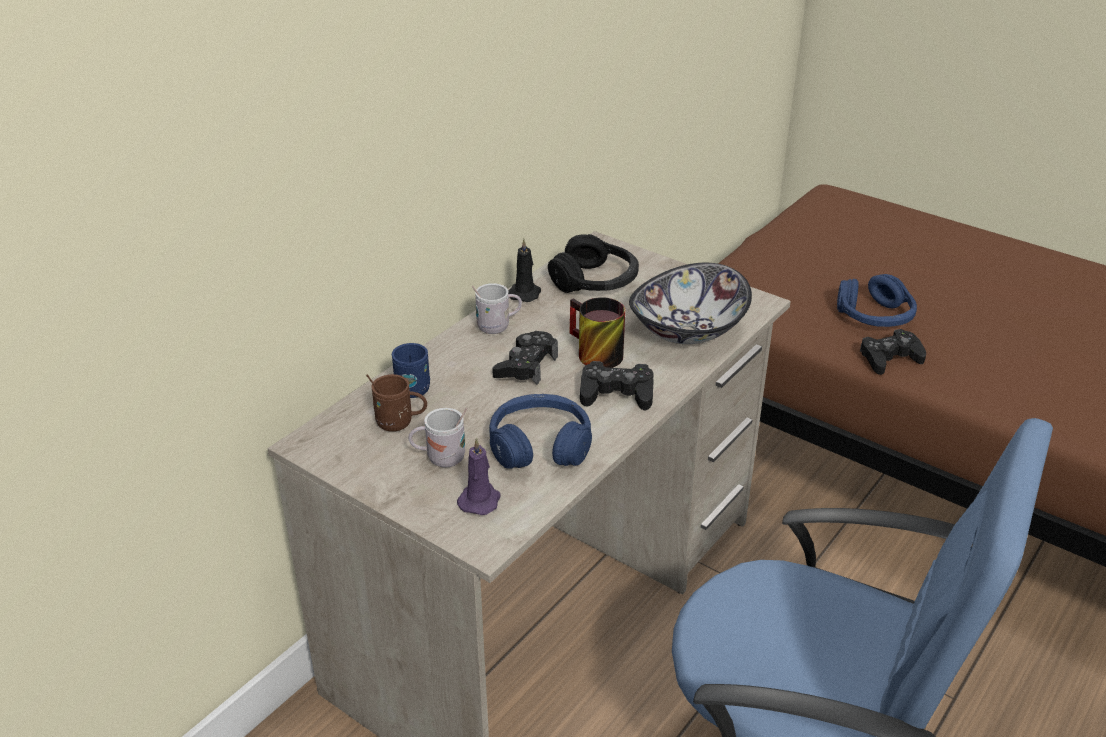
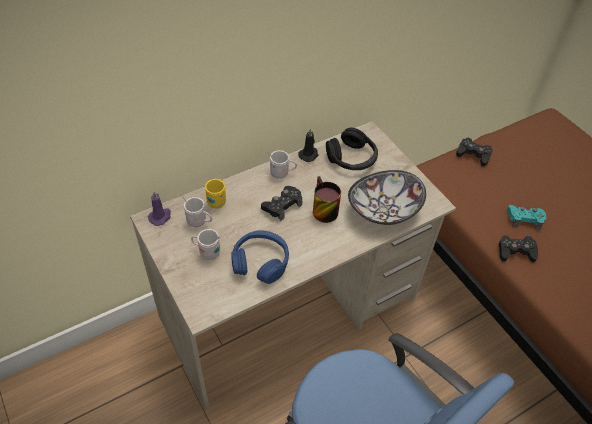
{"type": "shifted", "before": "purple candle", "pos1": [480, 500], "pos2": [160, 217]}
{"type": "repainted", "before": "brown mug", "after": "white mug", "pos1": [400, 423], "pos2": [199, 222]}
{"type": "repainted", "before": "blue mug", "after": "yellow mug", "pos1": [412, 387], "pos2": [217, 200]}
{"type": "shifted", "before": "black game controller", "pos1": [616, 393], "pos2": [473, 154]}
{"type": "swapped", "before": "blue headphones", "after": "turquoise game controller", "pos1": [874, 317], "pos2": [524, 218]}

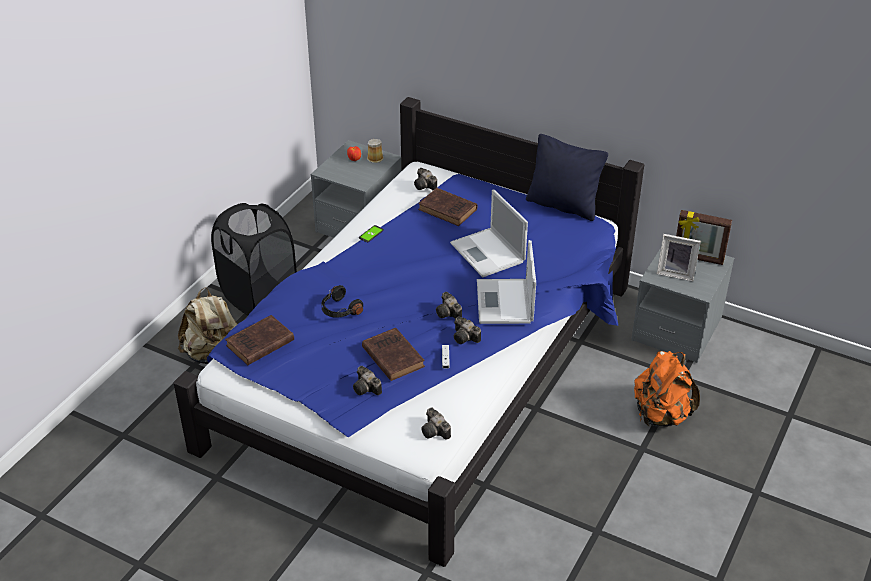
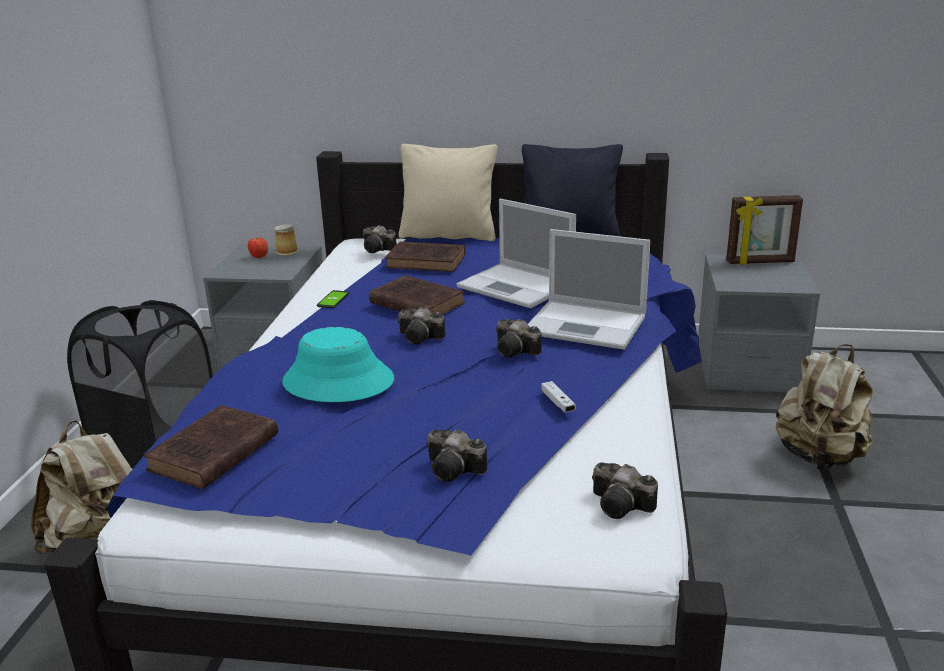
{"type": "swapped", "before": "black headphones", "after": "turquoise hat", "pos1": [339, 310], "pos2": [337, 381]}
{"type": "shifted", "before": "brown book", "pos1": [392, 356], "pos2": [415, 303]}
{"type": "shifted", "before": "photo camera", "pos1": [466, 338], "pos2": [422, 338]}
{"type": "new", "after": "beige pillow", "pos2": [449, 235]}
{"type": "rotated", "before": "laptop", "pos1": [505, 303], "pos2": [587, 325], "turn": -45}
{"type": "repainted", "before": "orange backpack", "after": "beige backpack", "pos1": [661, 415], "pos2": [819, 457]}
{"type": "gone", "before": "picture frame", "pos1": [675, 273]}

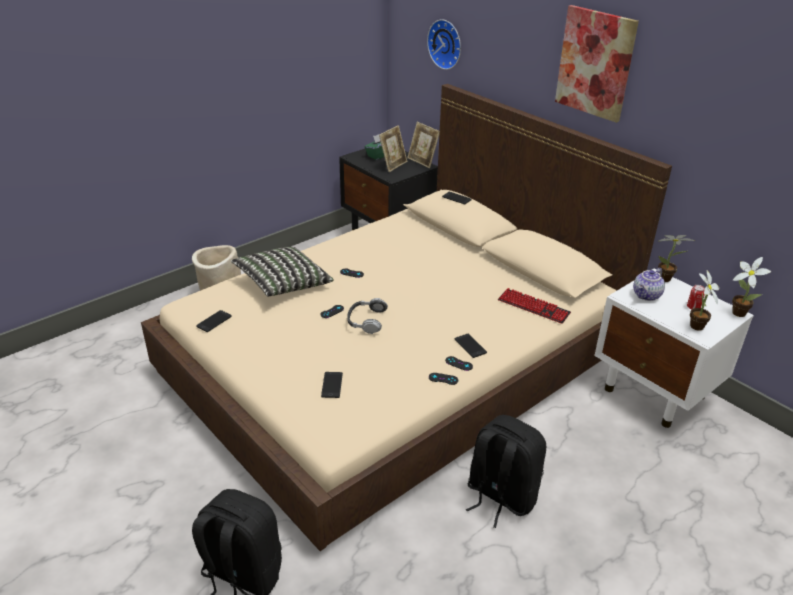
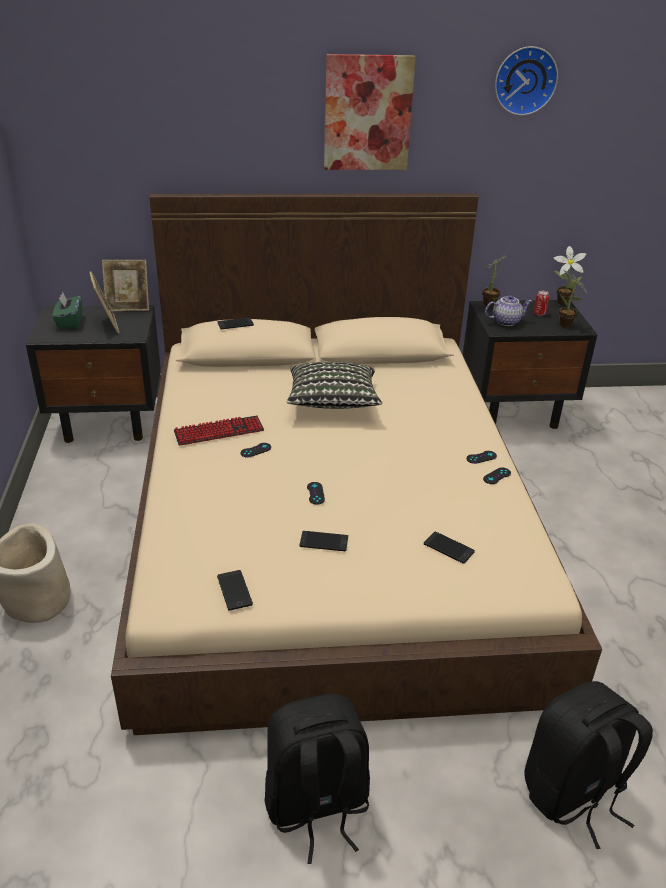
{"type": "shifted", "before": "keyboard", "pos1": [533, 307], "pos2": [219, 432]}
{"type": "shifted", "before": "black backpack", "pos1": [500, 496], "pos2": [316, 806]}
{"type": "shifted", "before": "pillow", "pos1": [283, 284], "pos2": [332, 402]}
{"type": "shifted", "before": "phone", "pos1": [470, 346], "pos2": [324, 541]}
{"type": "repainted", "before": "white nightstand", "after": "black nightstand", "pos1": [655, 393], "pos2": [515, 411]}
{"type": "rotated", "before": "teapot", "pos1": [647, 296], "pos2": [506, 321], "turn": -90}
{"type": "shifted", "before": "wall clock", "pos1": [446, 44], "pos2": [524, 80]}
{"type": "gone", "before": "headphones", "pos1": [366, 320]}

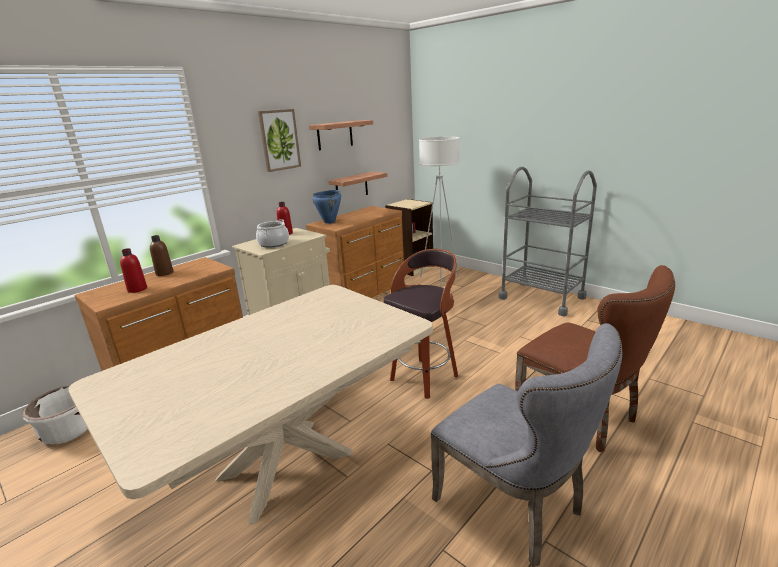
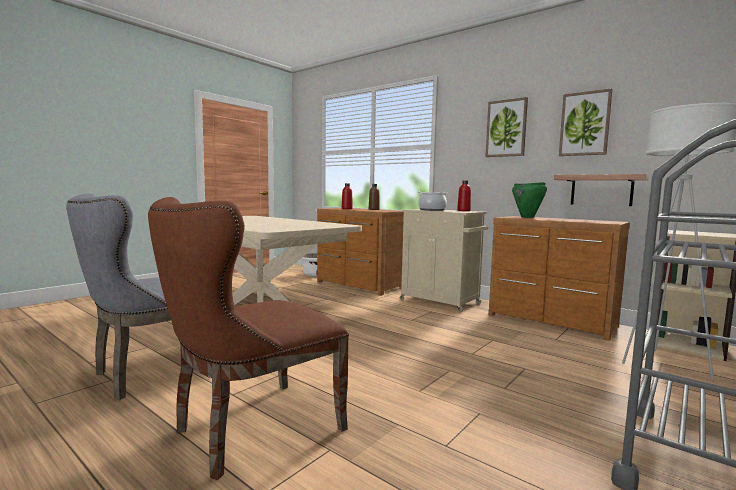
{"type": "repainted", "before": "blue cooking pot", "after": "green cooking pot", "pos1": [329, 222], "pos2": [527, 217]}
{"type": "swapped", "before": "shelf", "after": "picture", "pos1": [335, 135], "pos2": [584, 124]}
{"type": "gone", "before": "stool", "pos1": [425, 377]}

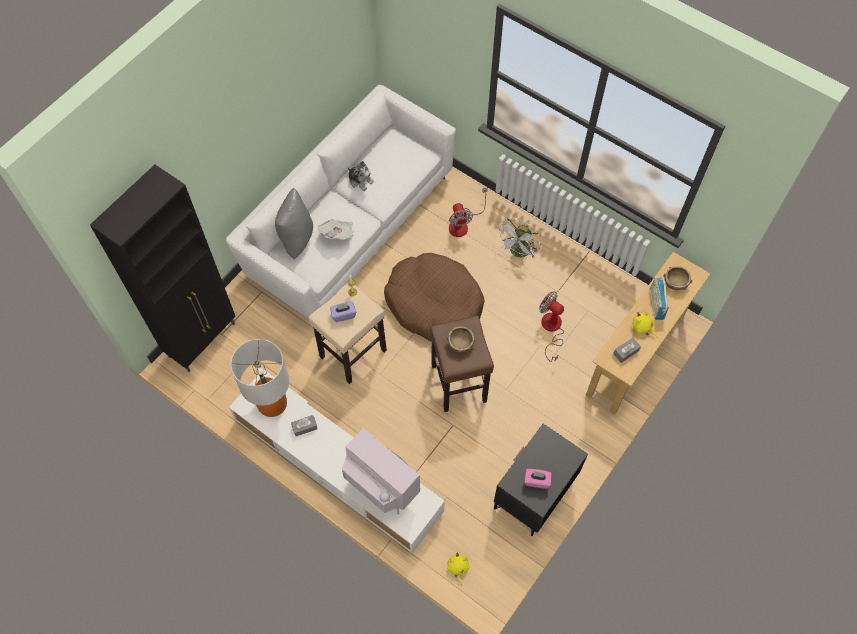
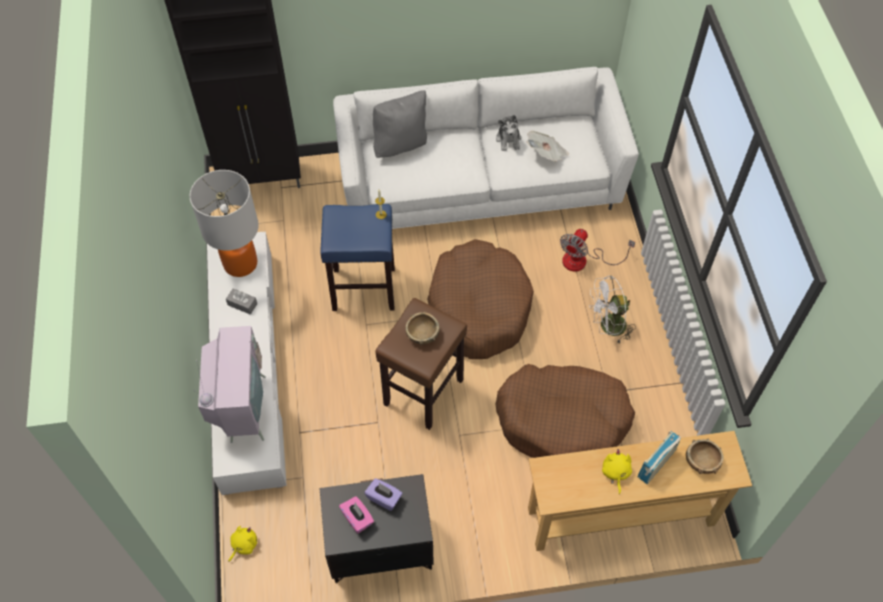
{"type": "repainted", "before": "beige stool", "after": "blue stool", "pos1": [352, 354], "pos2": [363, 289]}
{"type": "shifted", "before": "purple tissue box", "pos1": [343, 315], "pos2": [384, 498]}
{"type": "swapped", "before": "fan", "after": "brown dog bed", "pos1": [551, 329], "pos2": [562, 420]}
{"type": "shifted", "before": "newspaper", "pos1": [338, 234], "pos2": [546, 154]}
{"type": "gone", "before": "grey tissue box", "pos1": [626, 352]}

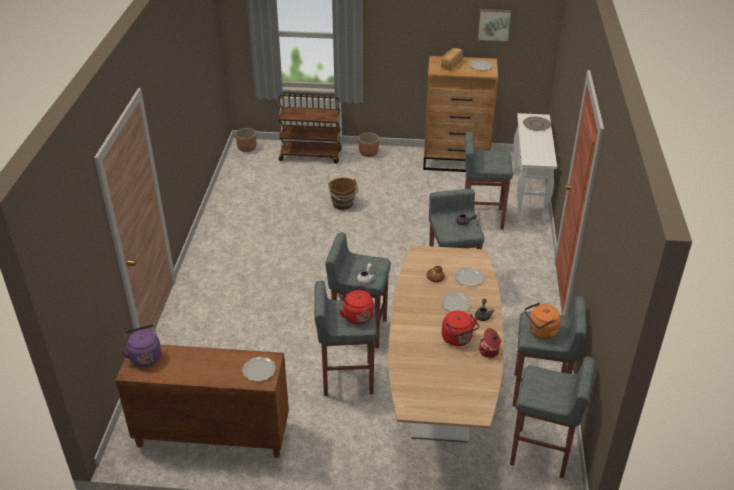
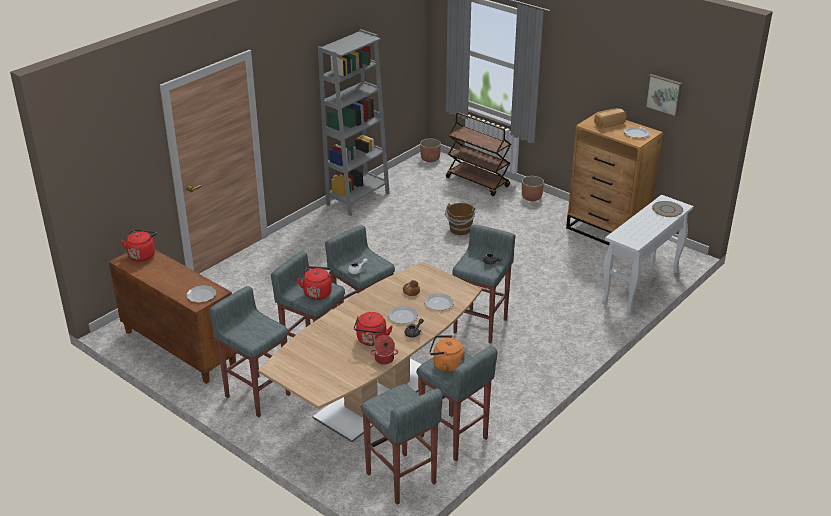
{"type": "repainted", "before": "purple kettle", "after": "red kettle", "pos1": [145, 356], "pos2": [142, 255]}
{"type": "shifted", "before": "grey stool", "pos1": [482, 217], "pos2": [257, 395]}
{"type": "new", "after": "grey bookcase", "pos2": [358, 199]}

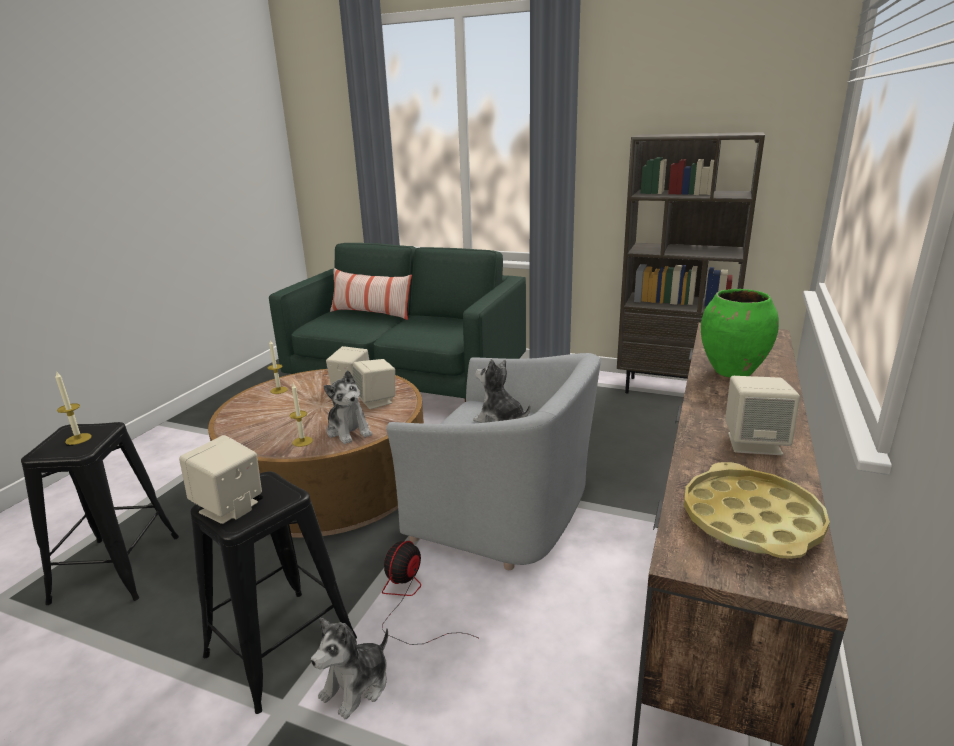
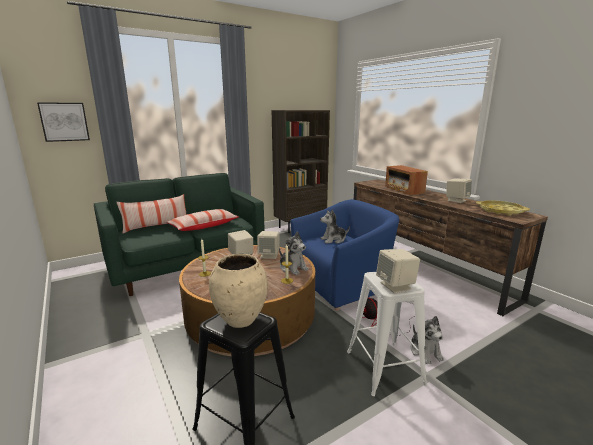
{"type": "new", "after": "picture", "pos2": [64, 122]}
{"type": "new", "after": "pillow", "pos2": [204, 226]}
{"type": "swapped", "before": "candle", "after": "beige vase", "pos1": [78, 439], "pos2": [240, 320]}
{"type": "rotated", "before": "plush toy", "pos1": [349, 431], "pos2": [293, 268], "turn": 45}
{"type": "repainted", "before": "grey armchair", "after": "blue armchair", "pos1": [504, 512], "pos2": [341, 284]}
{"type": "repainted", "before": "black stool", "after": "white stool", "pos1": [280, 647], "pos2": [385, 368]}
{"type": "swapped", "before": "green vase", "after": "radio", "pos1": [733, 372], "pos2": [404, 190]}

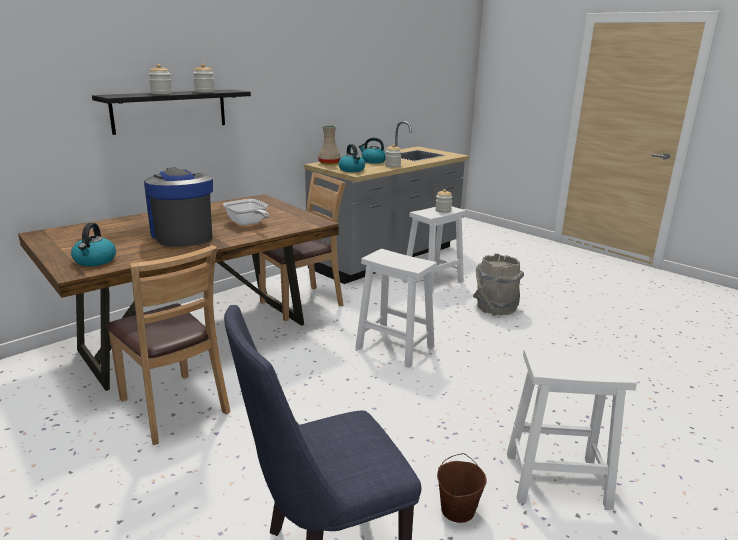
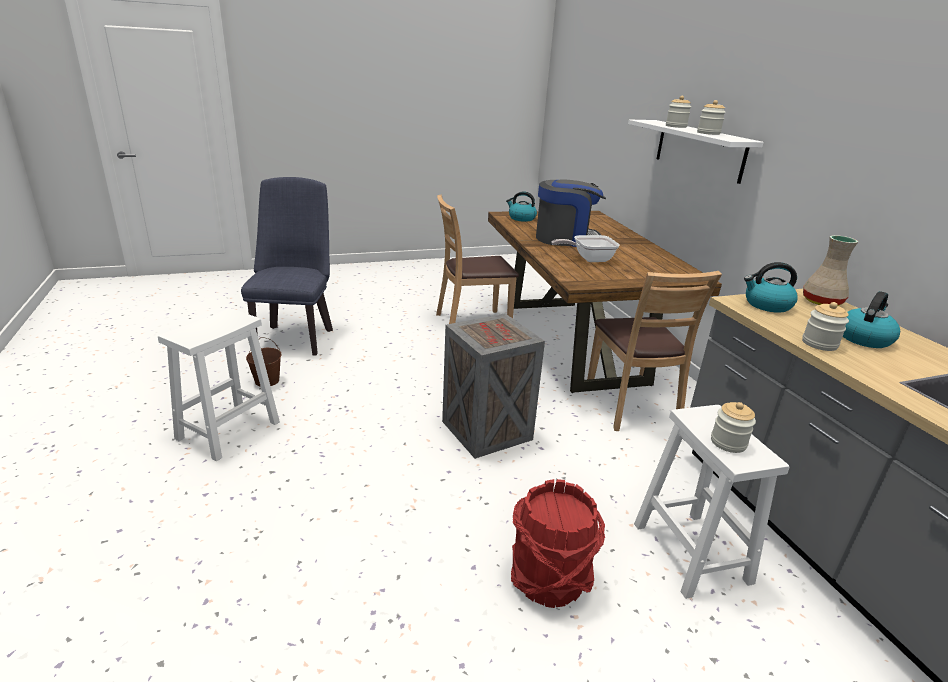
{"type": "swapped", "before": "white stool", "after": "crate", "pos1": [396, 348], "pos2": [486, 431]}
{"type": "repainted", "before": "grey bucket", "after": "red bucket", "pos1": [495, 308], "pos2": [549, 579]}
{"type": "repainted", "before": "black shelf", "after": "white shelf", "pos1": [170, 110], "pos2": [699, 150]}

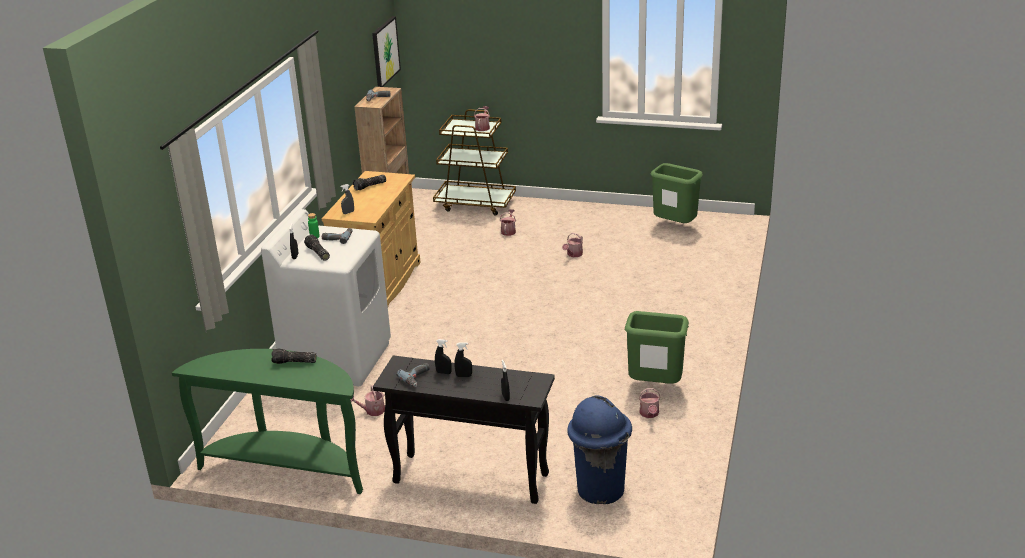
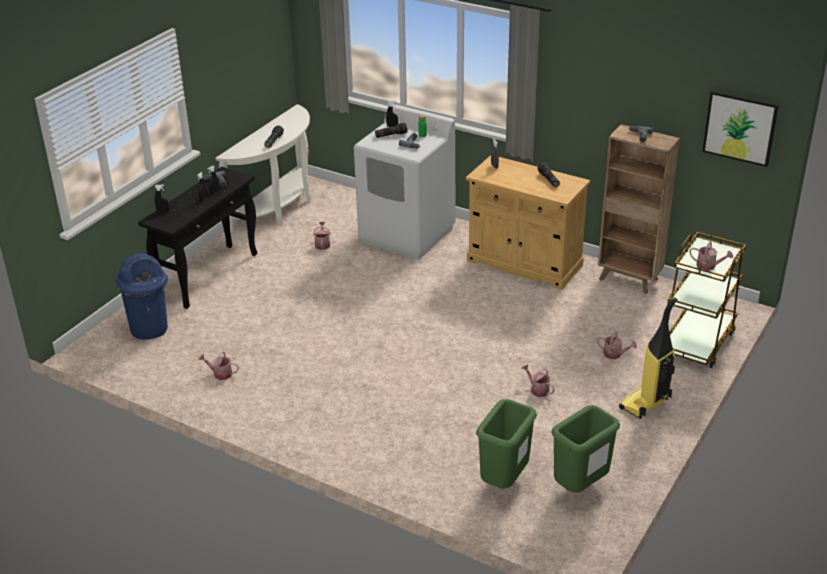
{"type": "repainted", "before": "green console table", "after": "white console table", "pos1": [288, 467], "pos2": [279, 208]}
{"type": "shifted", "before": "green trash can", "pos1": [654, 387], "pos2": [503, 481]}
{"type": "new", "after": "vacuum cleaner", "pos2": [645, 404]}

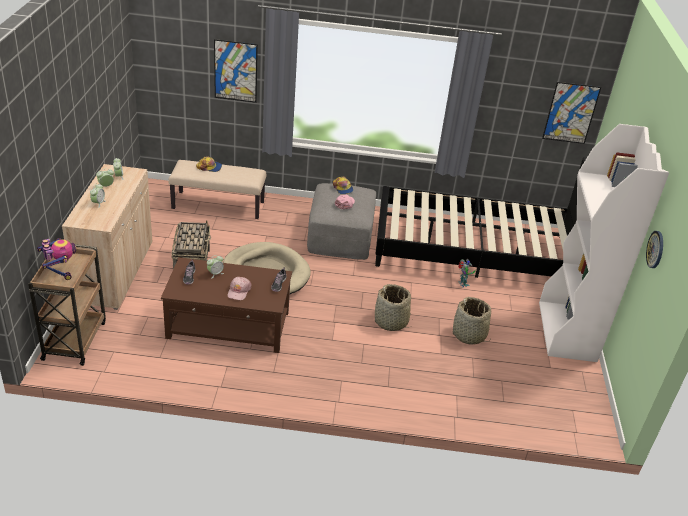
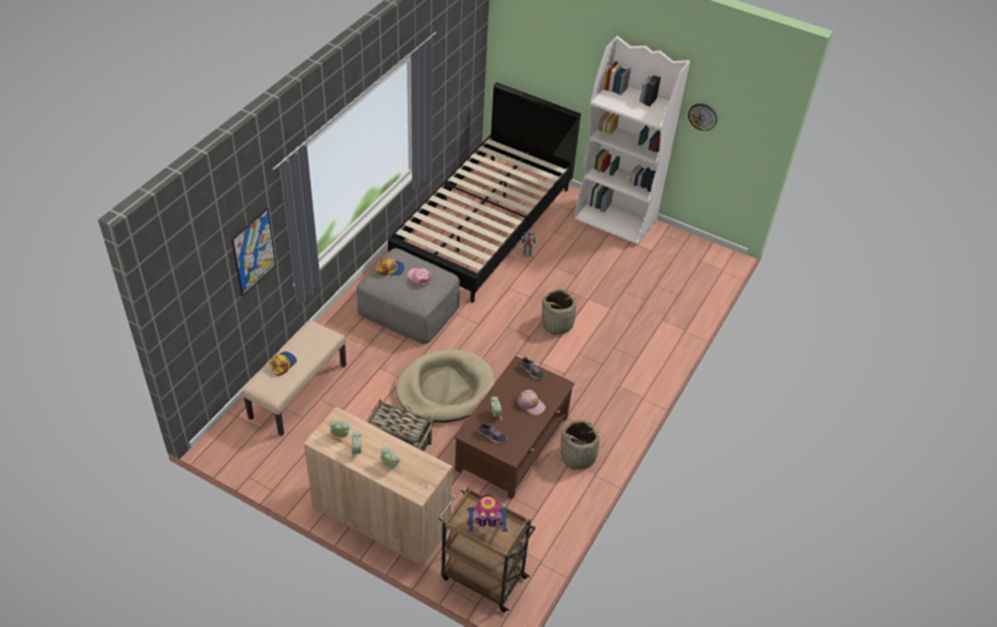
{"type": "shifted", "before": "basket", "pos1": [469, 335], "pos2": [578, 456]}
{"type": "gone", "before": "picture", "pos1": [570, 113]}

